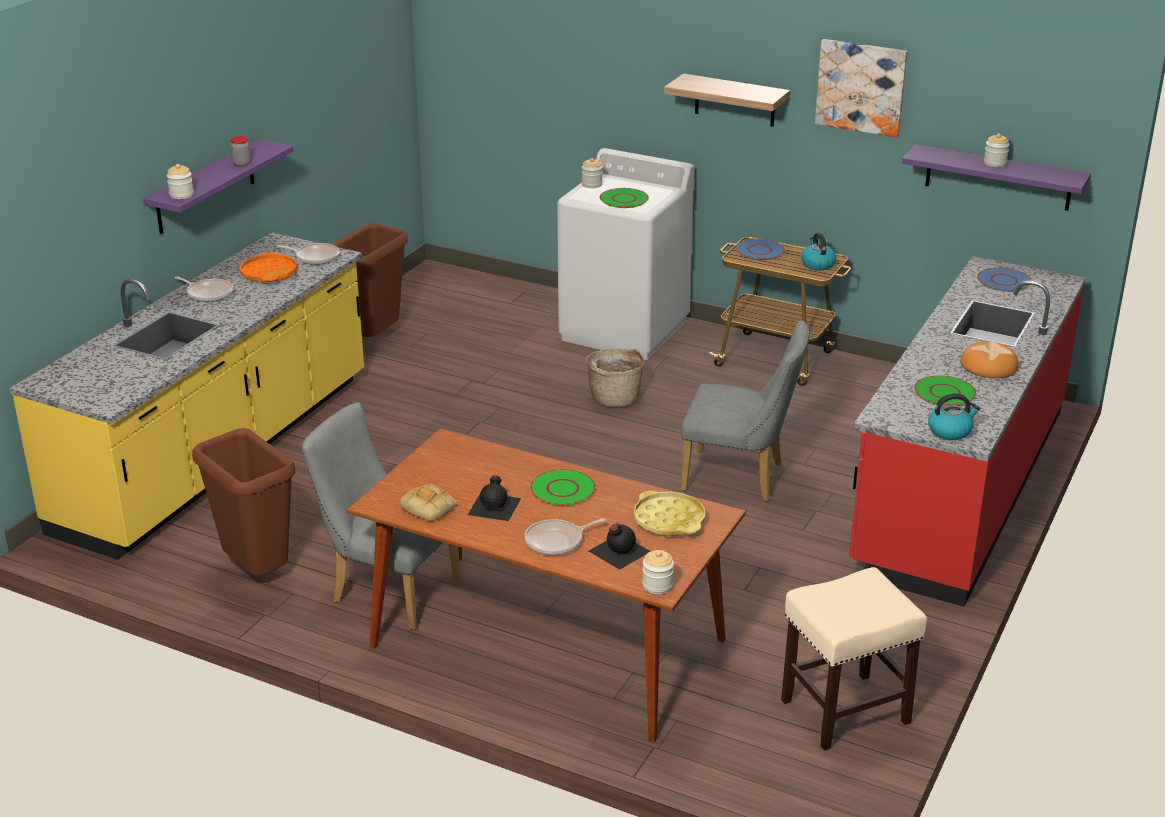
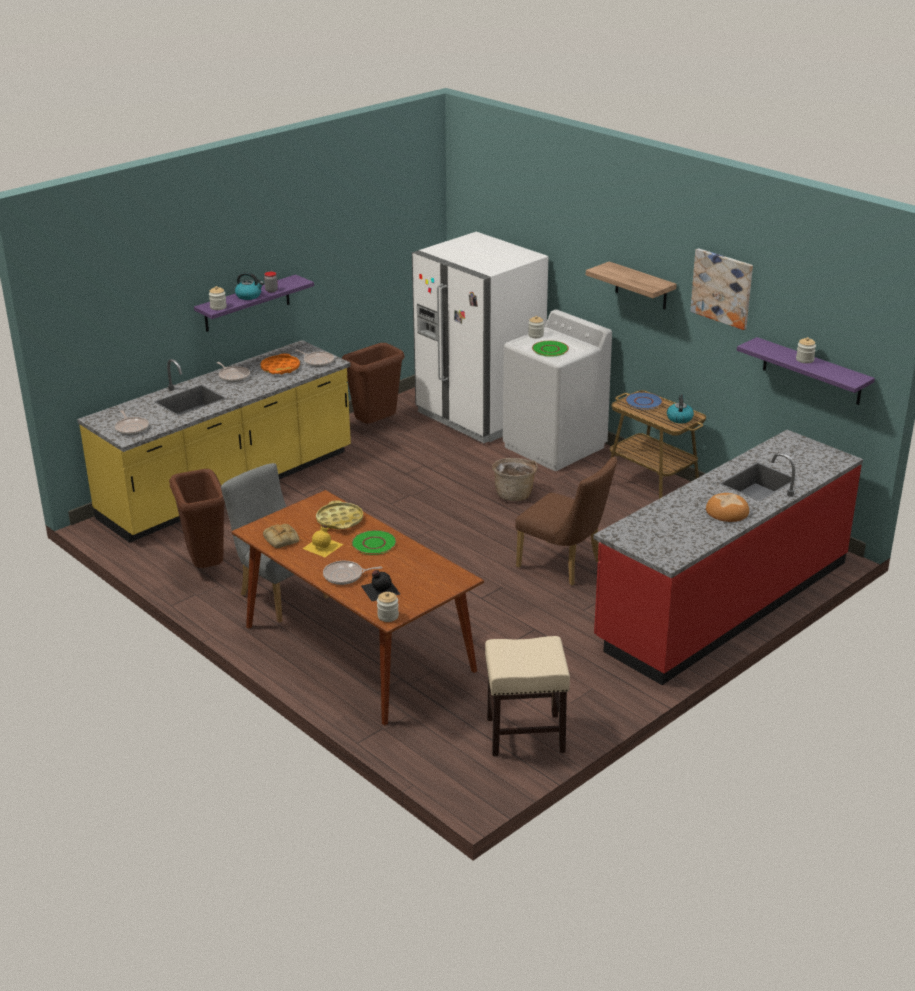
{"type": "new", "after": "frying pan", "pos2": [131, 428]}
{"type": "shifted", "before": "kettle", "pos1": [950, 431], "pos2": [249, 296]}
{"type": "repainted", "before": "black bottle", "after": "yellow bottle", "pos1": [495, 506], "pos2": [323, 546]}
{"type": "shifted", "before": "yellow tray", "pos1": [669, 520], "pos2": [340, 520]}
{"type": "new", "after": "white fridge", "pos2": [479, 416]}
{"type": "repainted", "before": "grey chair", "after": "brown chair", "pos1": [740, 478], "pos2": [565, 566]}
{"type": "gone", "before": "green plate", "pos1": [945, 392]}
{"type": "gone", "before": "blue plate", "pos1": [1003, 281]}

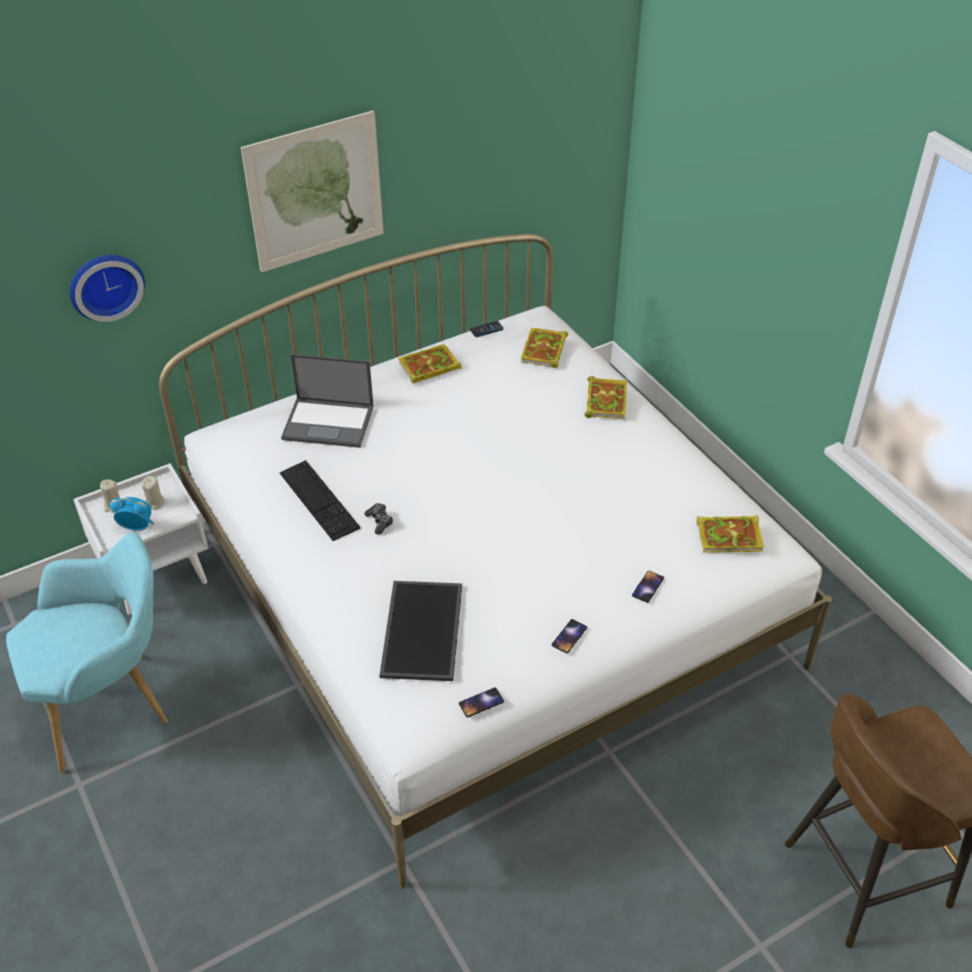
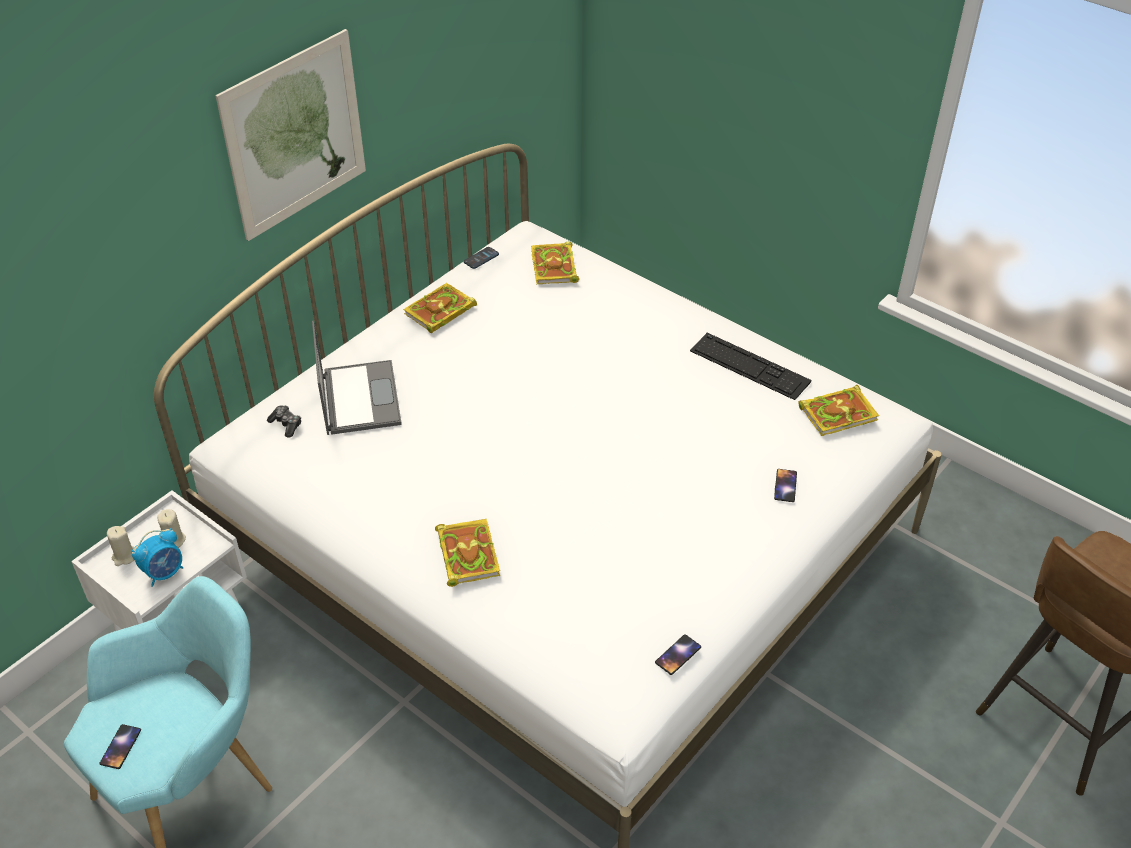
{"type": "shifted", "before": "phone", "pos1": [569, 636], "pos2": [121, 747]}
{"type": "rotated", "before": "alarm clock", "pos1": [137, 526], "pos2": [165, 572], "turn": 150}
{"type": "shifted", "before": "game controller", "pos1": [379, 521], "pos2": [286, 424]}
{"type": "rotated", "before": "laptop", "pos1": [329, 422], "pos2": [359, 397], "turn": -90}
{"type": "shifted", "before": "book", "pos1": [605, 400], "pos2": [466, 553]}
{"type": "shifted", "before": "keyboard", "pos1": [319, 500], "pos2": [749, 366]}
{"type": "gone", "before": "wall clock", "pos1": [105, 285]}
{"type": "gone", "before": "tray", "pos1": [424, 631]}

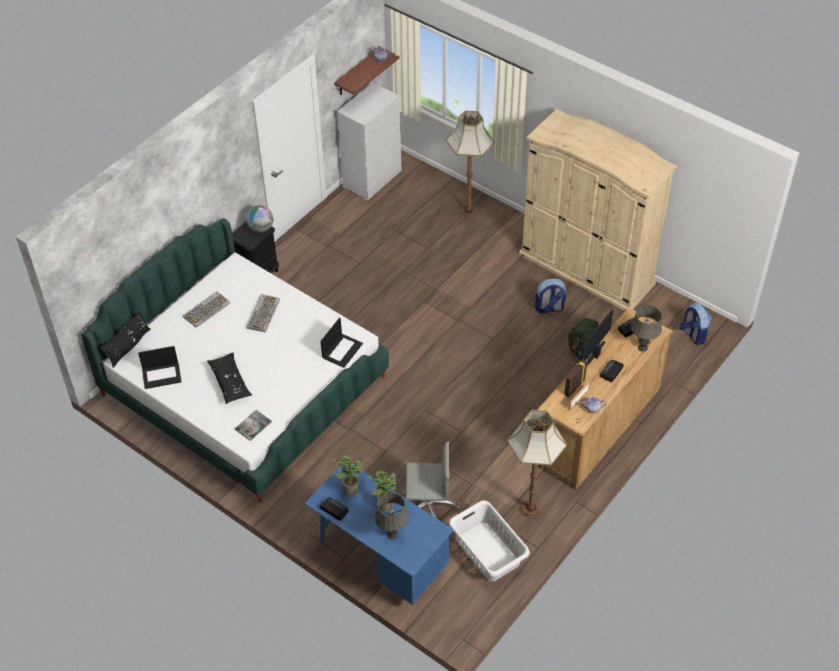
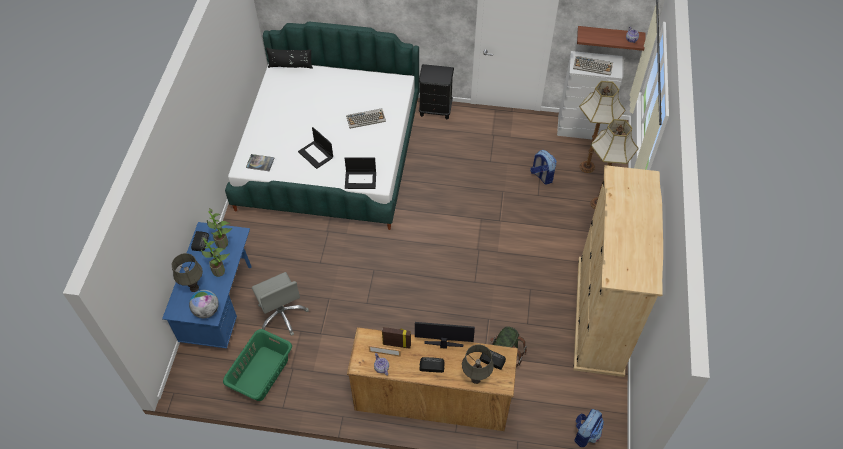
{"type": "shifted", "before": "globe", "pos1": [261, 228], "pos2": [206, 311]}
{"type": "repainted", "before": "white laundry basket", "after": "green laundry basket", "pos1": [487, 552], "pos2": [261, 373]}
{"type": "shifted", "before": "laptop", "pos1": [162, 375], "pos2": [316, 154]}
{"type": "shifted", "before": "backpack", "pos1": [549, 308], "pos2": [541, 176]}
{"type": "shifted", "before": "keyboard", "pos1": [207, 309], "pos2": [593, 66]}
{"type": "shifted", "before": "floor lamp", "pos1": [530, 508], "pos2": [587, 166]}
{"type": "gone", "before": "black pillow", "pos1": [230, 382]}

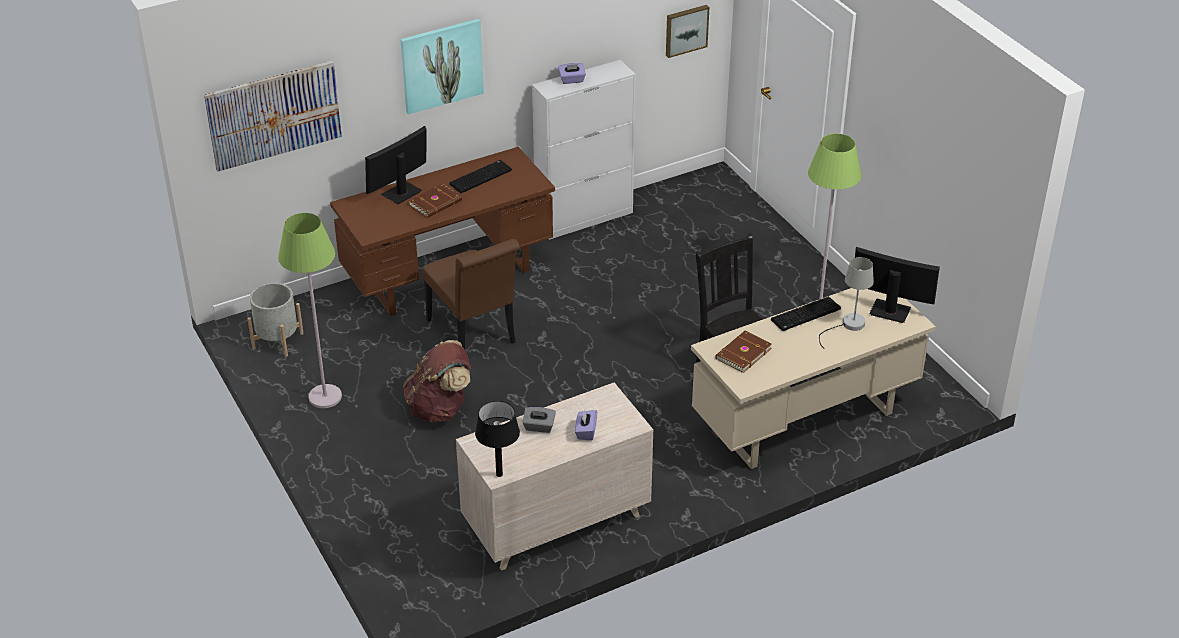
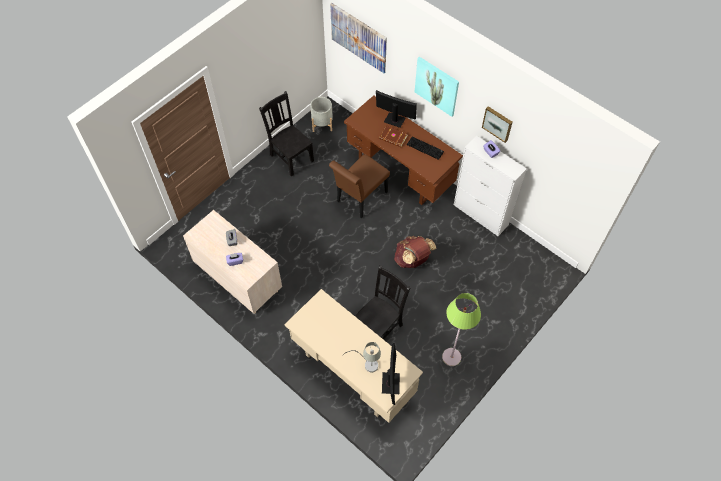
{"type": "swapped", "before": "green floor lamp", "after": "black chair", "pos1": [325, 397], "pos2": [290, 157]}
{"type": "shifted", "before": "brown backpack", "pos1": [440, 408], "pos2": [412, 260]}
{"type": "shifted", "before": "picture", "pos1": [686, 30], "pos2": [497, 123]}
{"type": "gone", "before": "black table lamp", "pos1": [499, 474]}
{"type": "gone", "before": "brown book", "pos1": [742, 353]}
{"type": "gone", "before": "keyboard", "pos1": [805, 315]}

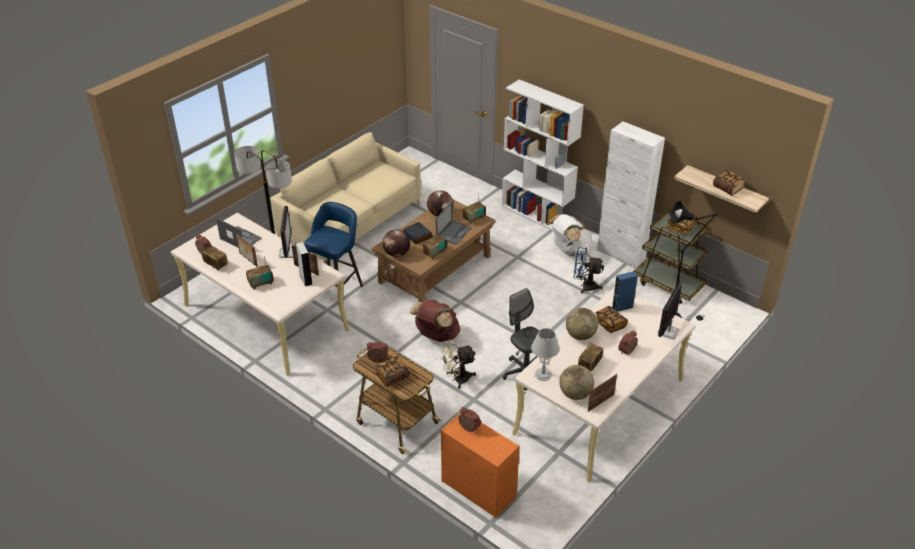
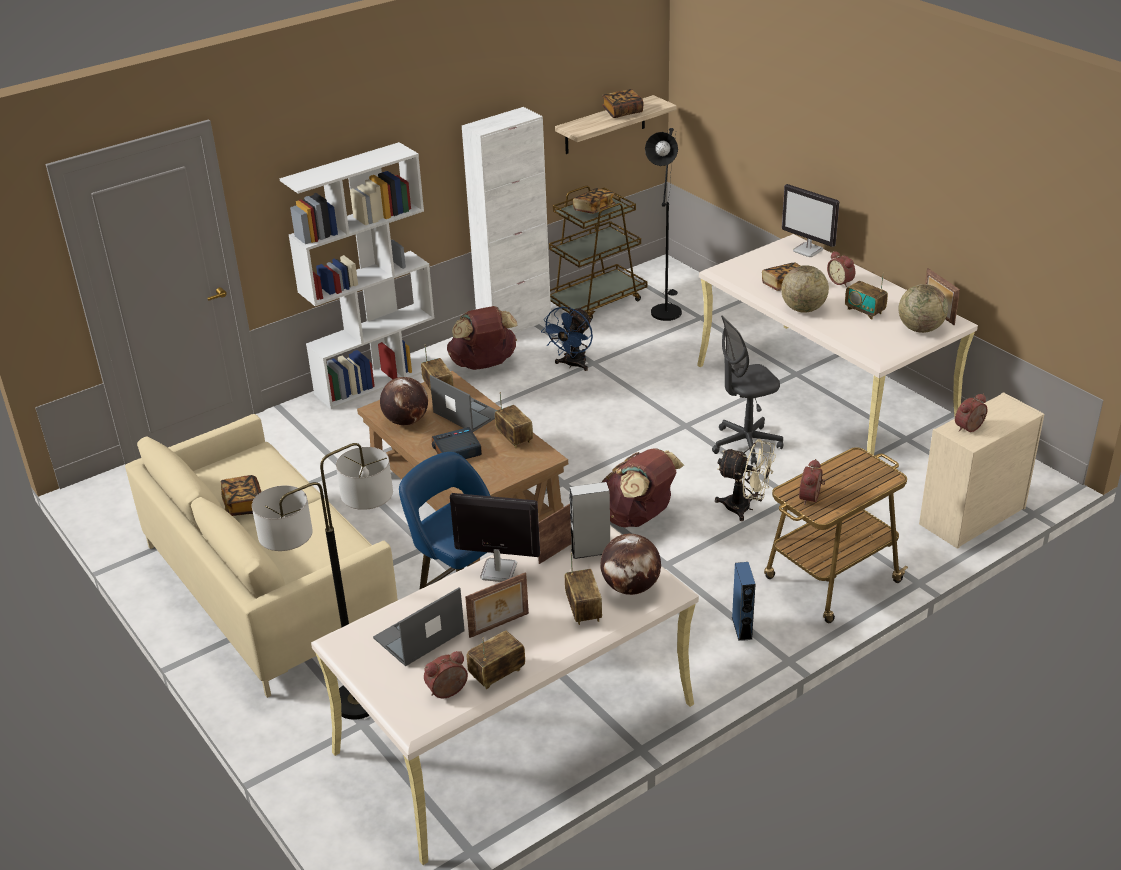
{"type": "shifted", "before": "book", "pos1": [392, 376], "pos2": [244, 505]}
{"type": "repainted", "before": "white backpack", "after": "brown backpack", "pos1": [569, 251], "pos2": [484, 365]}
{"type": "shifted", "before": "globe", "pos1": [397, 254], "pos2": [631, 587]}
{"type": "rotated", "before": "beige fan", "pos1": [457, 379], "pos2": [745, 508], "turn": -60}
{"type": "shifted", "before": "blue speaker", "pos1": [622, 307], "pos2": [742, 628]}
{"type": "repainted", "before": "orange dresser", "after": "beige dresser", "pos1": [477, 488], "pos2": [971, 517]}
{"type": "gone", "before": "grey table lamp", "pos1": [543, 374]}

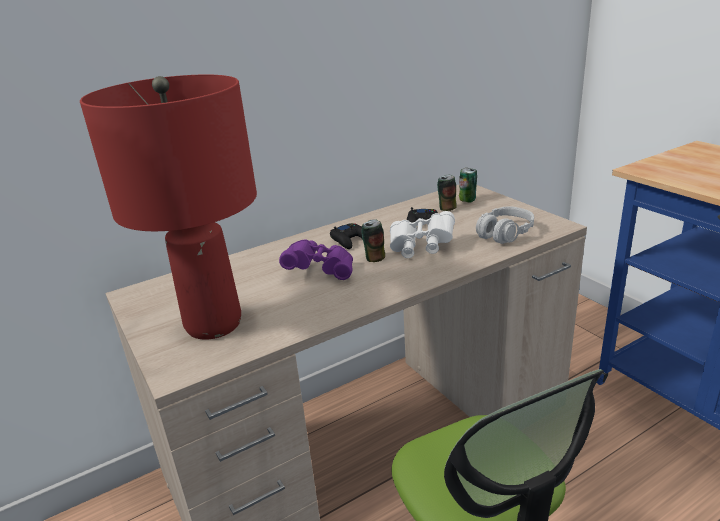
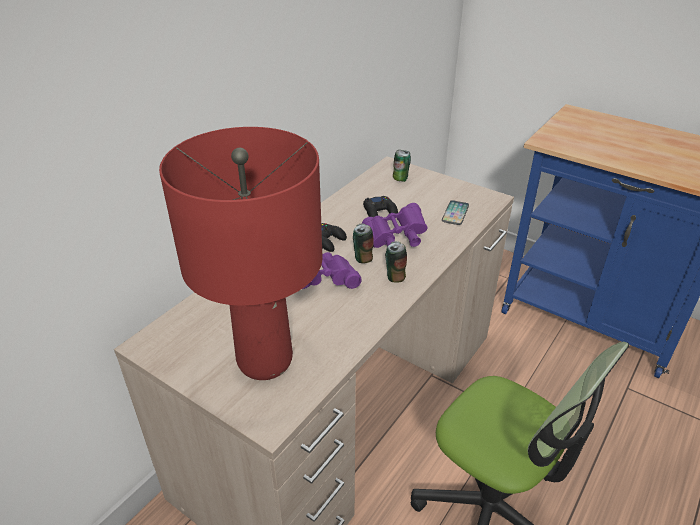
{"type": "repainted", "before": "white binoculars", "after": "purple binoculars", "pos1": [421, 247], "pos2": [395, 239]}
{"type": "shifted", "before": "can", "pos1": [447, 208], "pos2": [395, 277]}
{"type": "swapped", "before": "grey headphones", "after": "phone", "pos1": [504, 233], "pos2": [455, 213]}

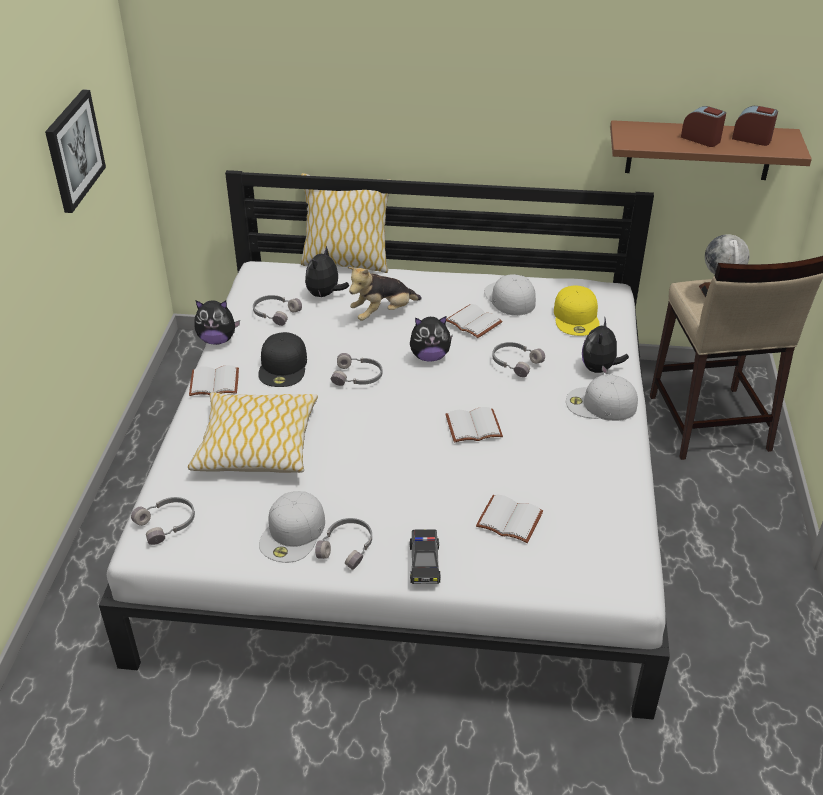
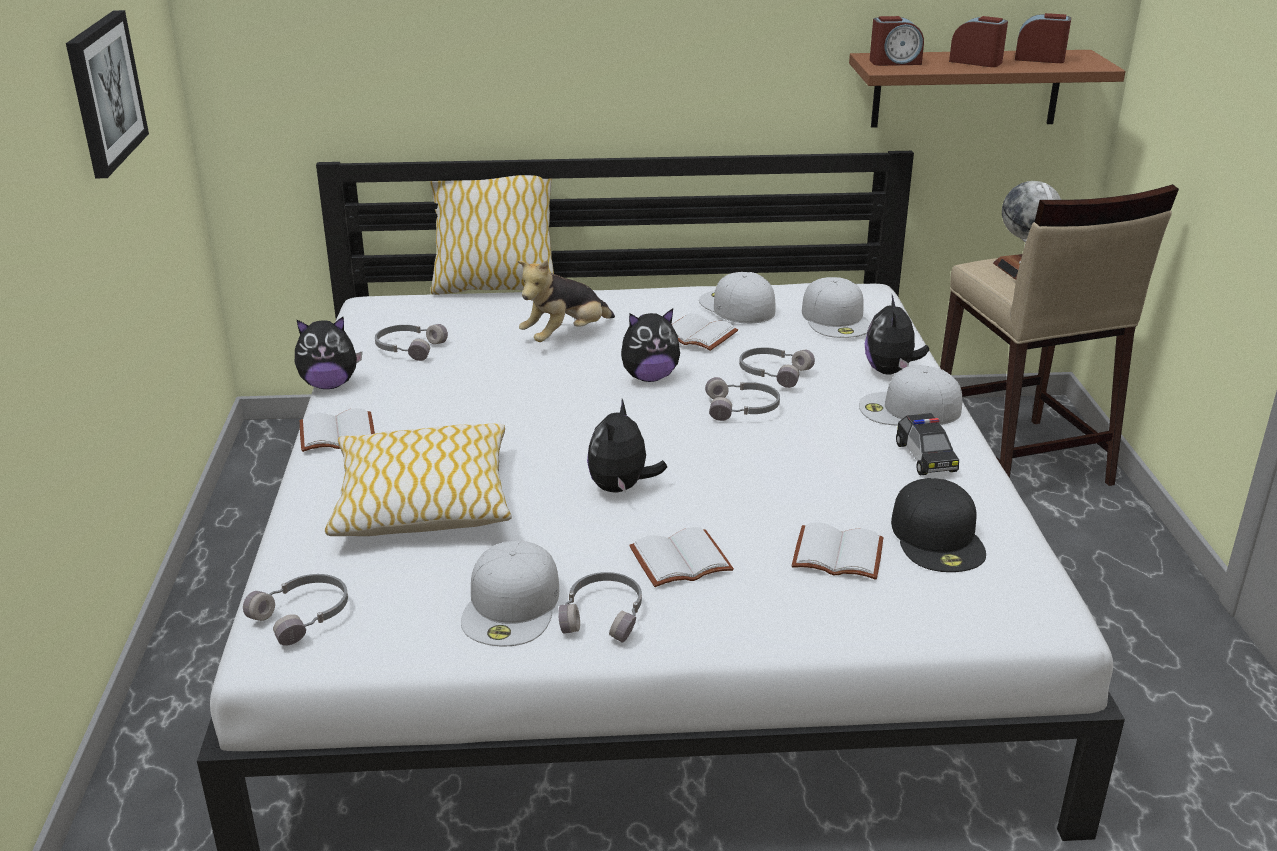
{"type": "shifted", "before": "plush toy", "pos1": [325, 295], "pos2": [621, 488]}
{"type": "shifted", "before": "white book", "pos1": [473, 428], "pos2": [680, 562]}
{"type": "shifted", "before": "grey headphones", "pos1": [358, 377], "pos2": [743, 409]}
{"type": "repainted", "before": "yellow cap", "after": "white cap", "pos1": [576, 317], "pos2": [836, 319]}
{"type": "new", "after": "alarm clock", "pos2": [894, 62]}
{"type": "shifted", "before": "black cap", "pos1": [283, 366], "pos2": [938, 537]}
{"type": "shifted", "before": "toy car", "pos1": [424, 563], "pos2": [925, 457]}

